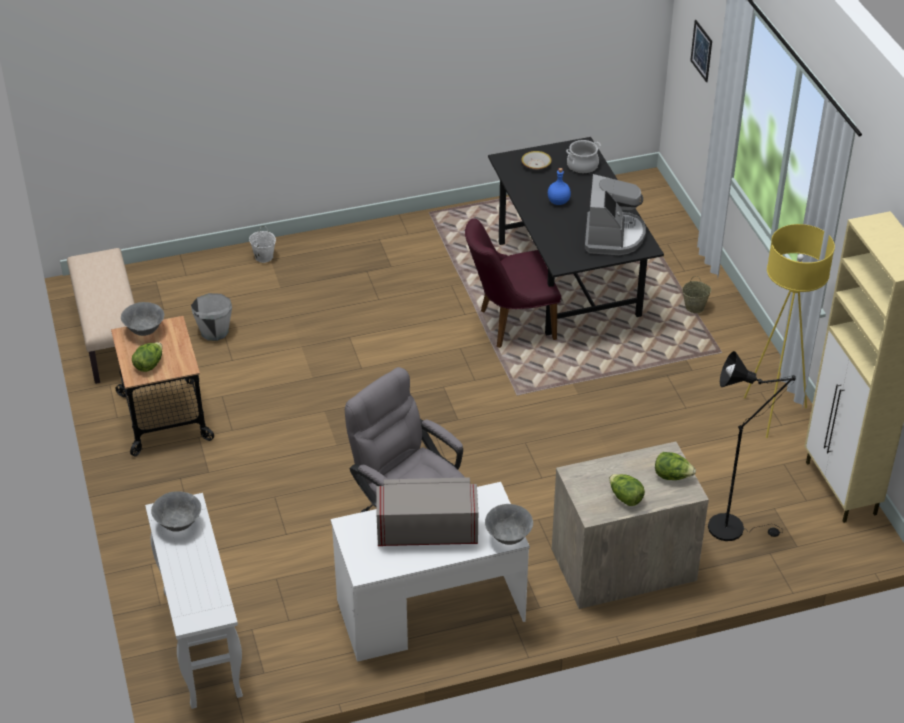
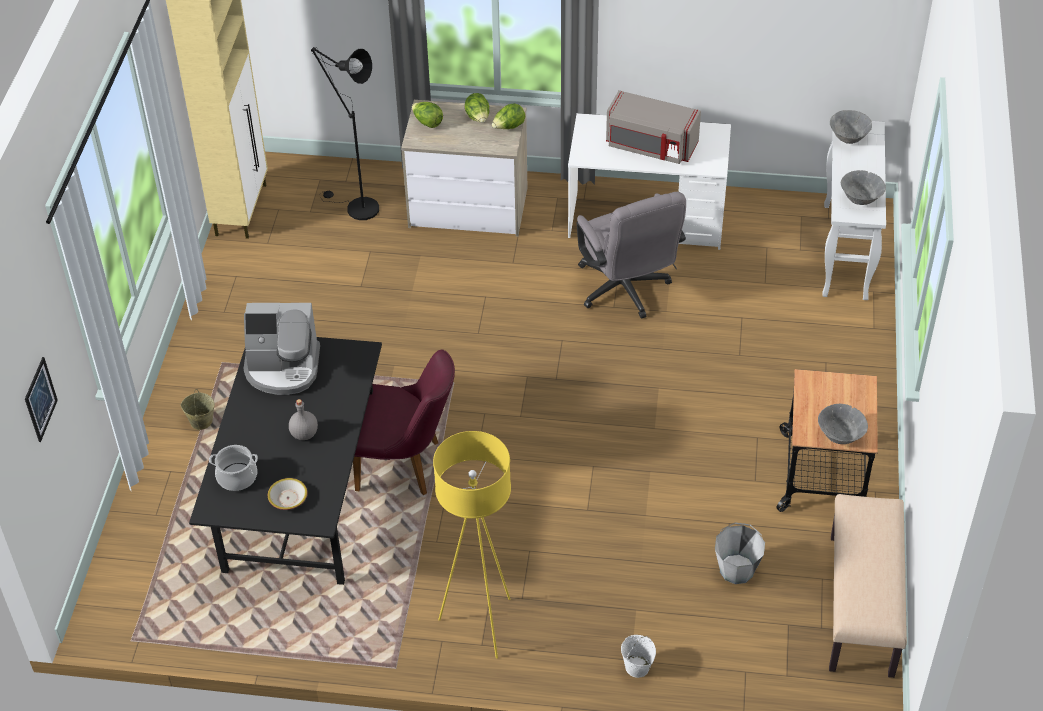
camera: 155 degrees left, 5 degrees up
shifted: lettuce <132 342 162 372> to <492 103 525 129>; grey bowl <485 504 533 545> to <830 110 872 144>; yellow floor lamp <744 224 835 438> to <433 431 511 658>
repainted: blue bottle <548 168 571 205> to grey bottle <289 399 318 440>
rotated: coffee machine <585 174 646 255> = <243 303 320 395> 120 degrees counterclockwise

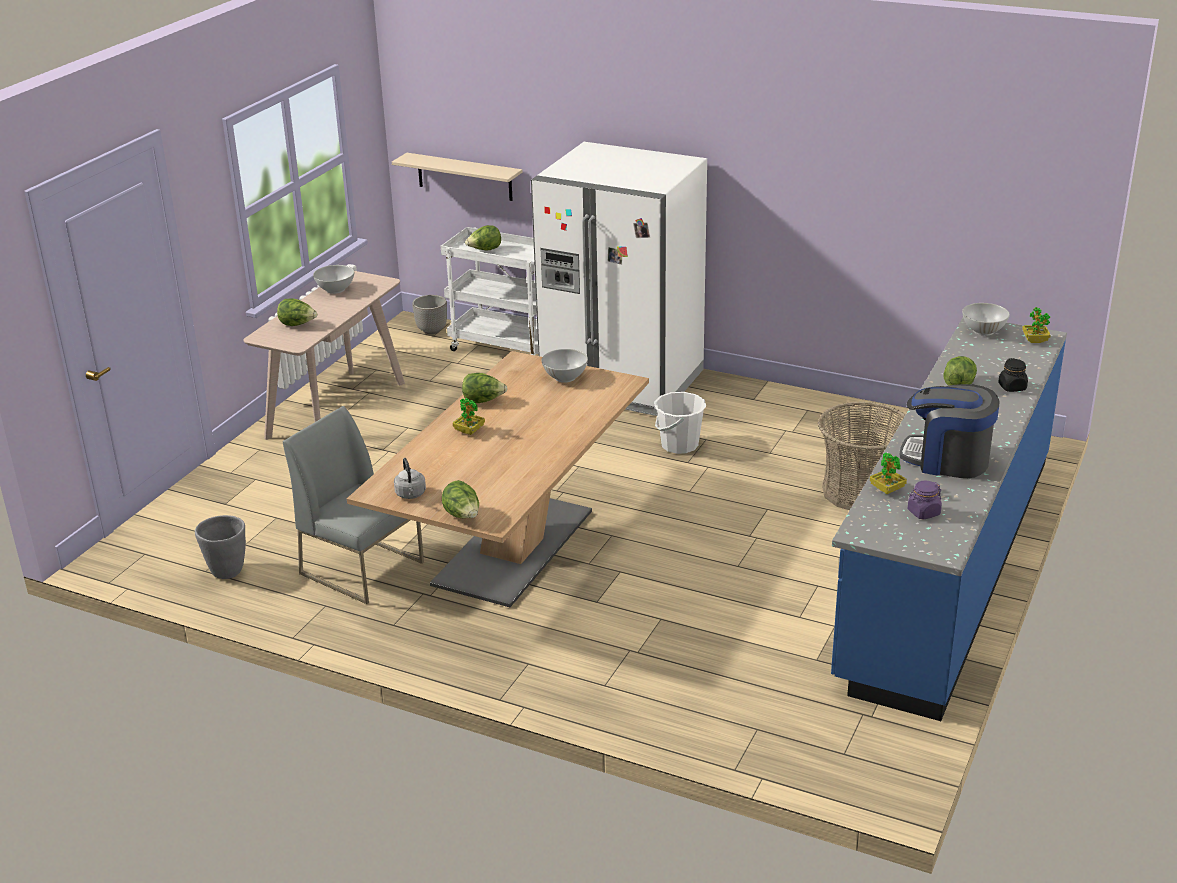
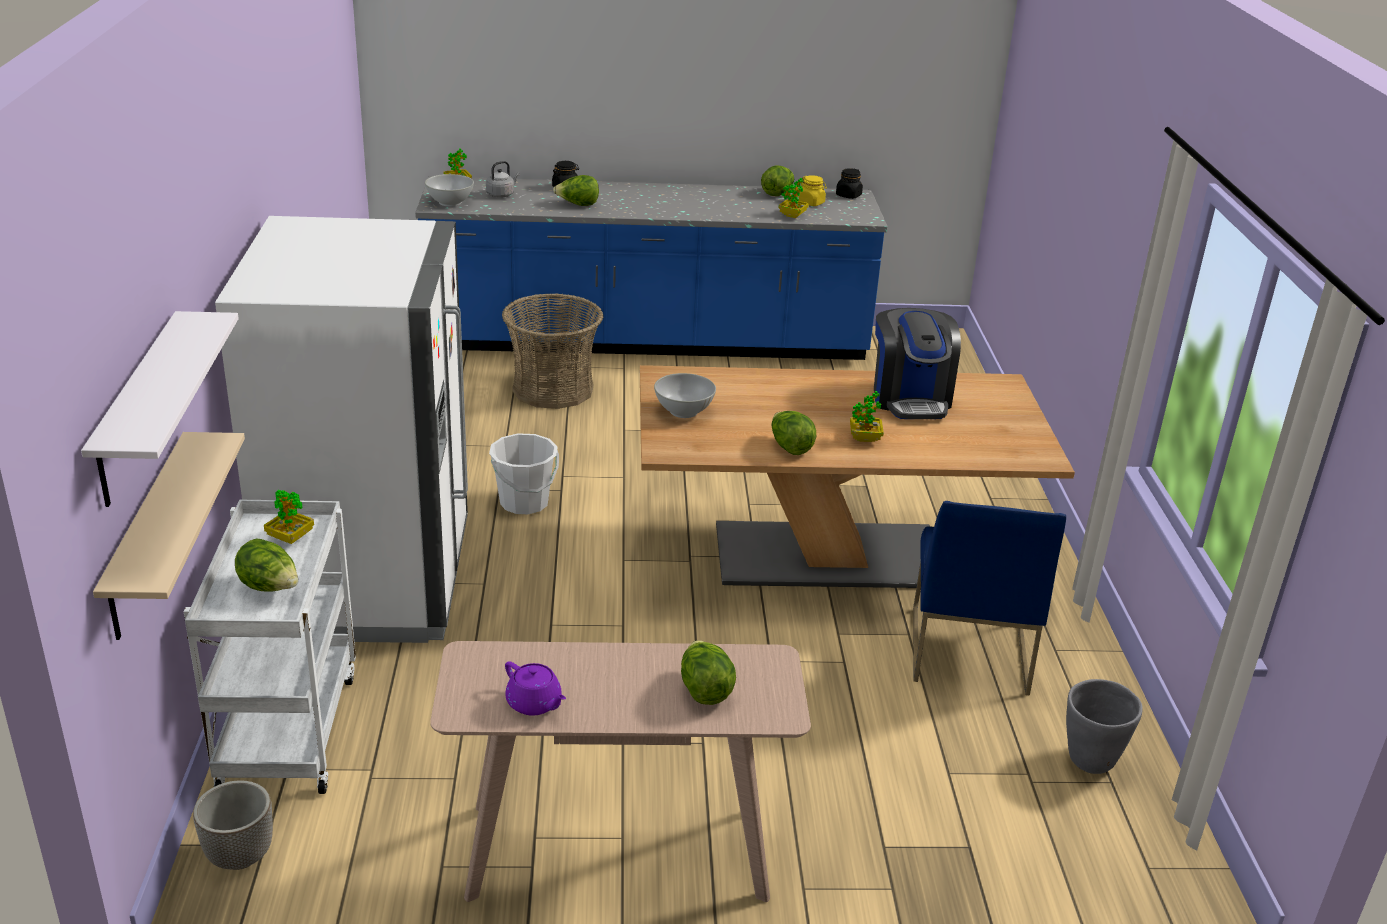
camera: 120 degrees left, 0 degrees up
new: white shelf <81 311 239 507>; potted plant <264 490 314 544>; black jar <836 168 863 199>
shifted: grey kettle <394 458 426 499> to <486 161 520 198>; lettuce <442 480 479 518> to <761 165 794 196>; coffee machine <900 384 1000 478> to <874 308 961 419>
swapped: white bowl <313 265 354 294> to purple teapot <505 661 566 716>
repainted: grey chair <283 406 424 604> to blue chair <913 501 1066 696>; purple jar <907 481 942 519> to yellow jar <798 175 827 206>

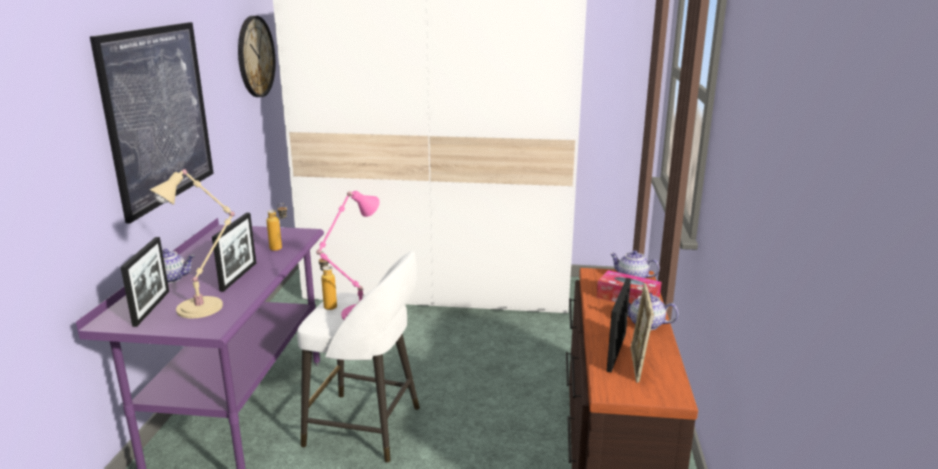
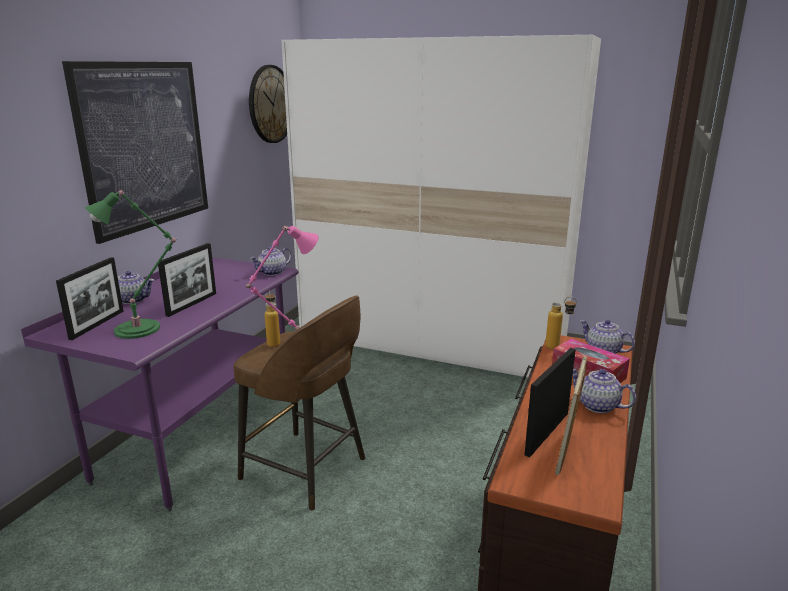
camera: 15 degrees right, 0 degrees up
new: teapot <250 246 292 276>
shifted: bottle <266 203 287 251> to <545 297 577 349>
repainted: beige table lamp <149 168 235 318> to green table lamp <85 190 176 339>; white stool <297 251 420 463> to brown stool <234 296 365 511>

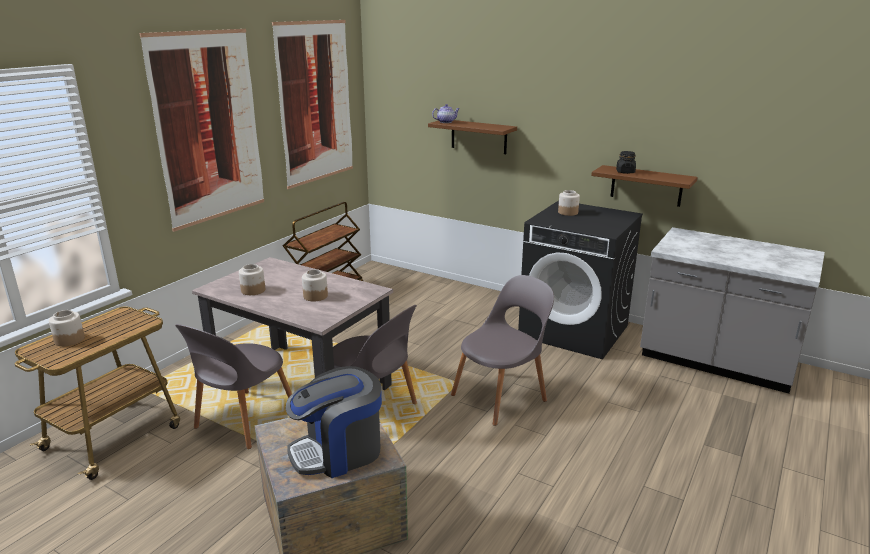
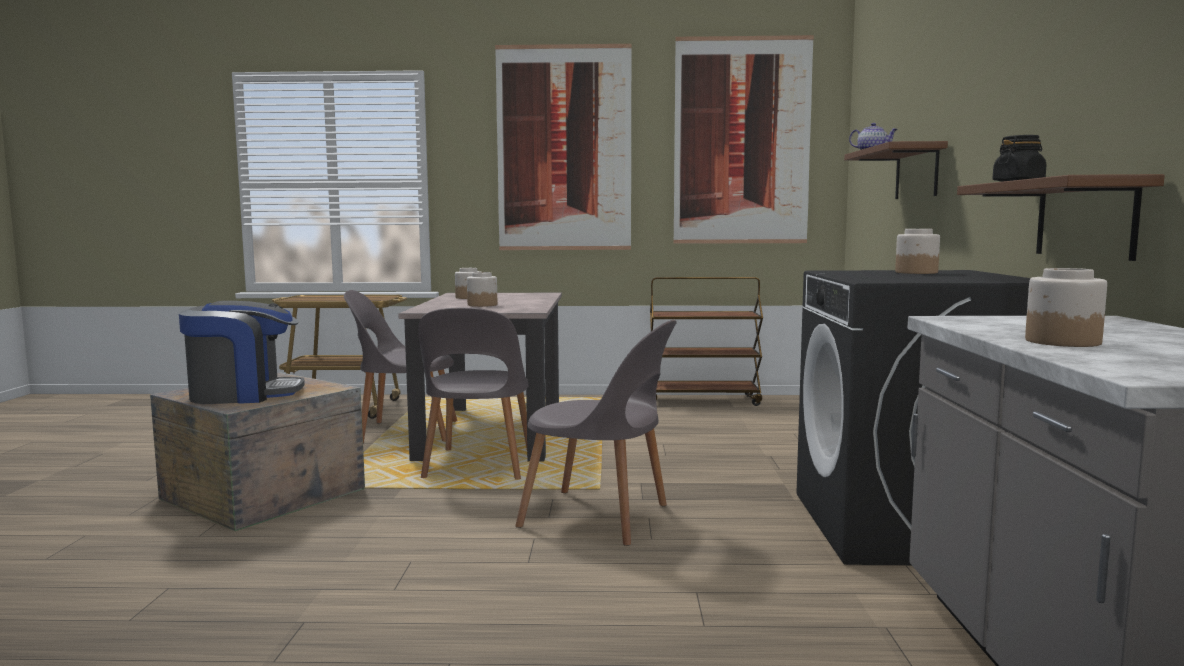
camera: 60 degrees right, 15 degrees down
shifted: jar <49 310 85 347> to <1025 268 1107 347>
rotated: coffee machine <286 366 382 478> = <179 301 305 404> 135 degrees clockwise

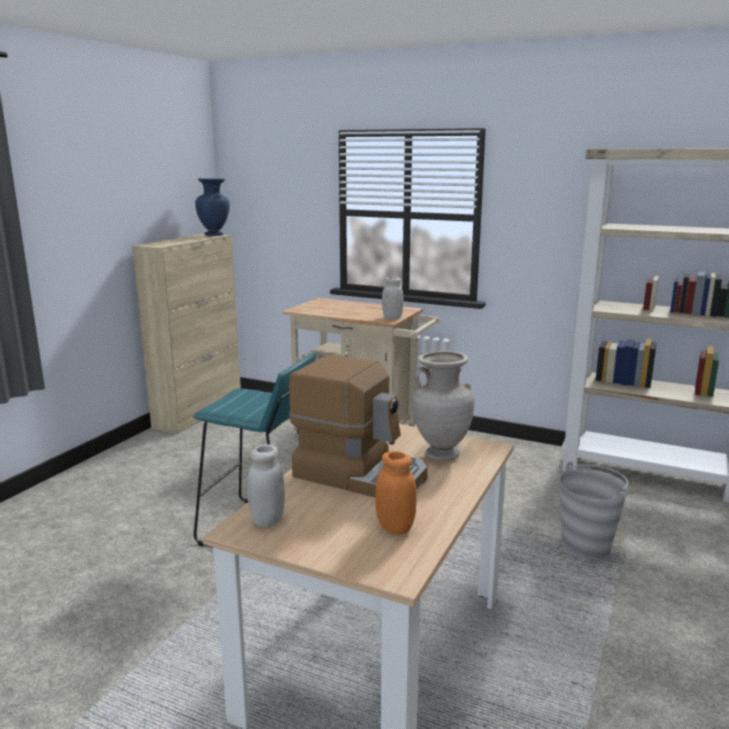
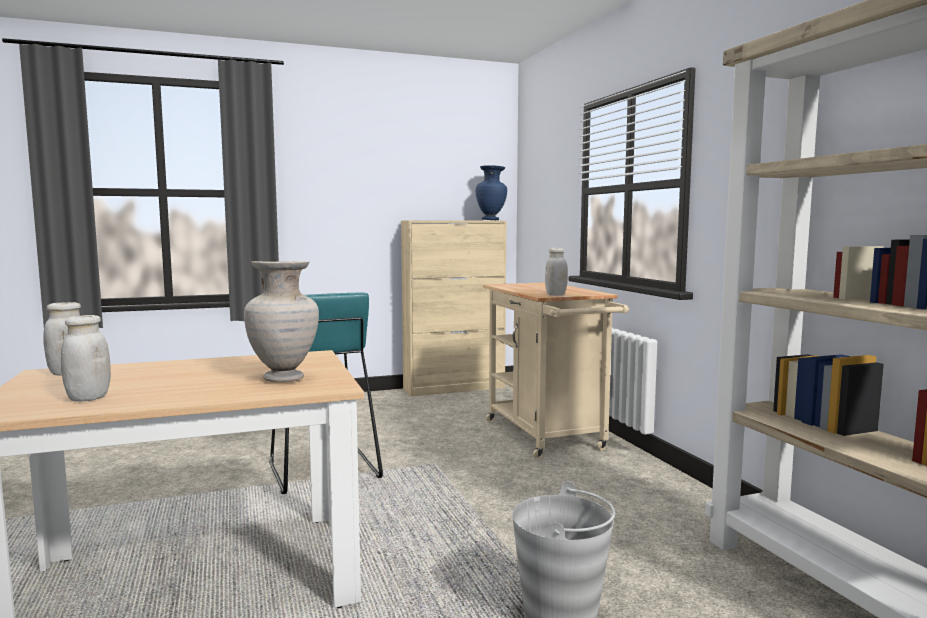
camera: 45 degrees right, 10 degrees down
gone: coffee machine <289 355 428 497>
repainted: orange jar <375 451 417 535> to white jar <61 315 111 402>

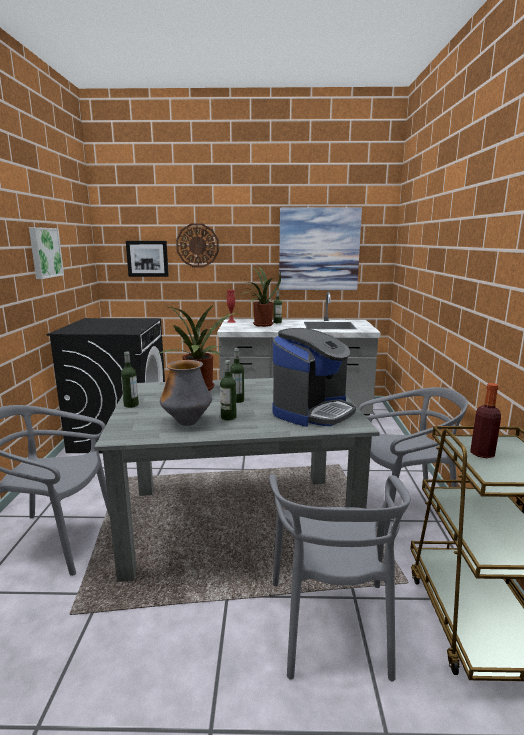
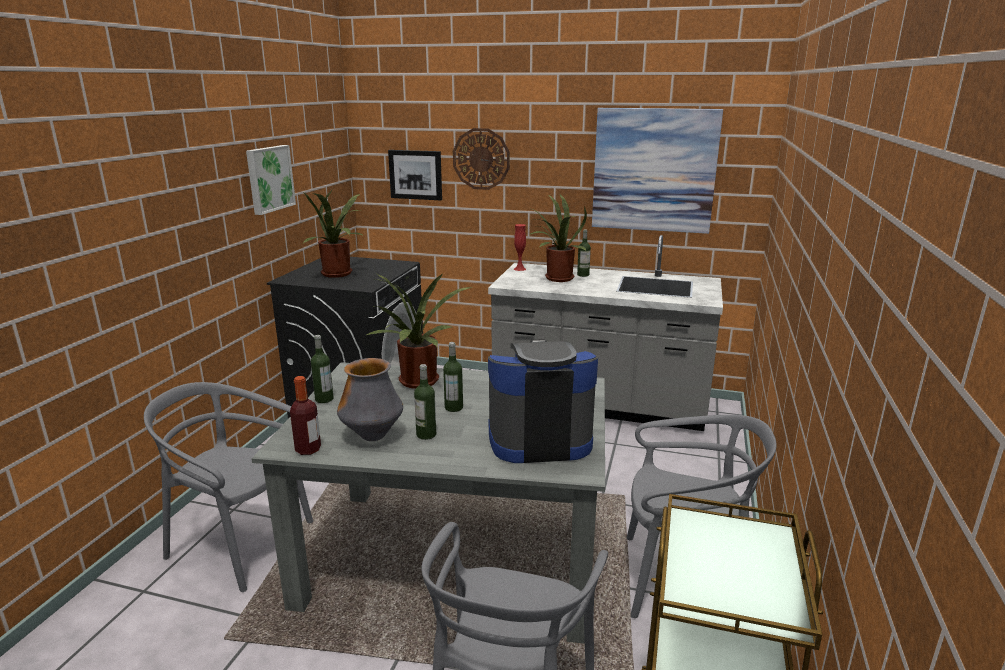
camera: 15 degrees right, 5 degrees up
new: potted plant <303 189 364 278>
shifted: bottle <470 383 501 458> to <290 376 321 455>
rotated: coffee machine <273 328 356 427> = <488 339 598 463> 150 degrees counterclockwise

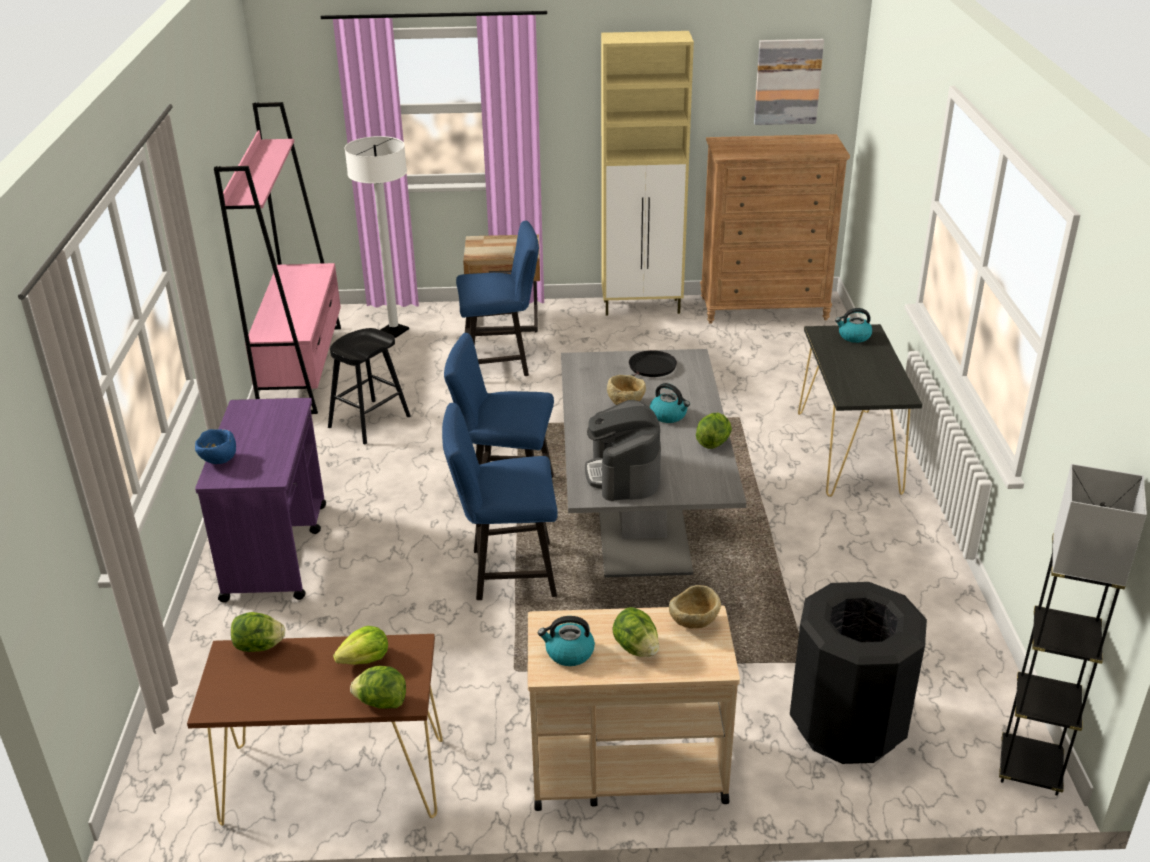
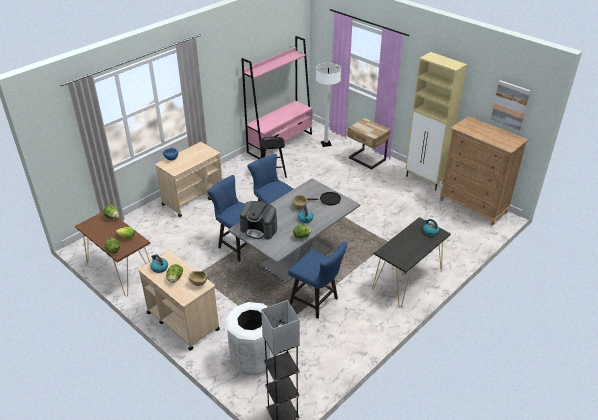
camera: 45 degrees right, 5 degrees up
shifted: blue chair <456 221 539 376> to <288 242 348 319>
repainted: purple cart <195 398 326 602> to beige cart <155 142 222 217>; black trash can <790 582 927 764> to white trash can <226 302 278 376>
rotated: coffee machine <585 400 661 501> = <239 201 277 239> 105 degrees counterclockwise

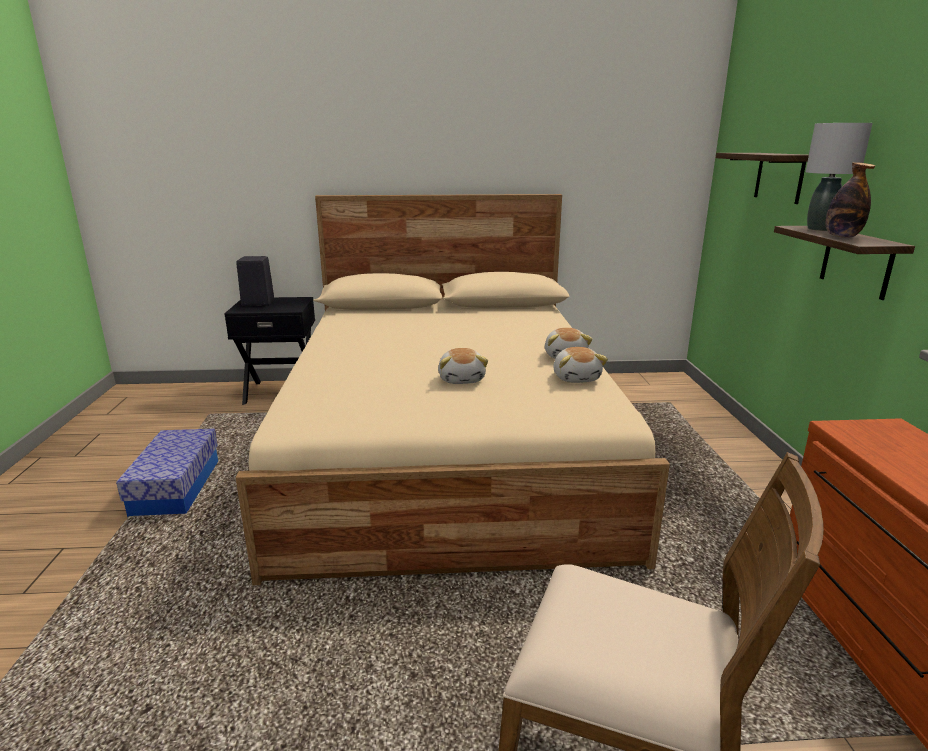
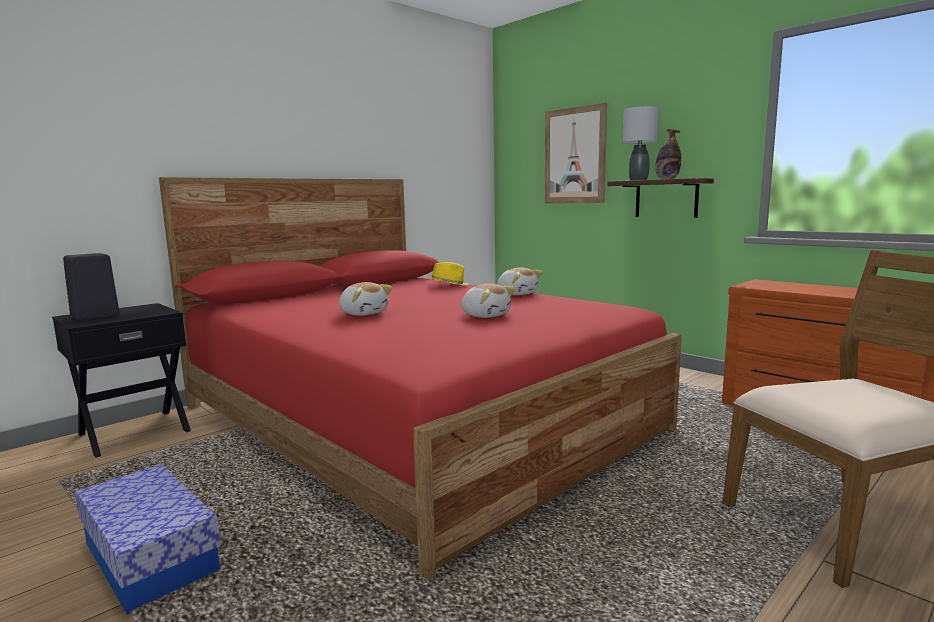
camera: 40 degrees left, 10 degrees down
new: yellow hat <428 262 468 285>
shifted: plush toy <553 347 608 383> to <339 282 393 316>
swapped: shelf <716 153 809 204> to picture <545 102 607 204>
repainted: beige bed <236 194 670 585> to red bed <159 177 682 580>

